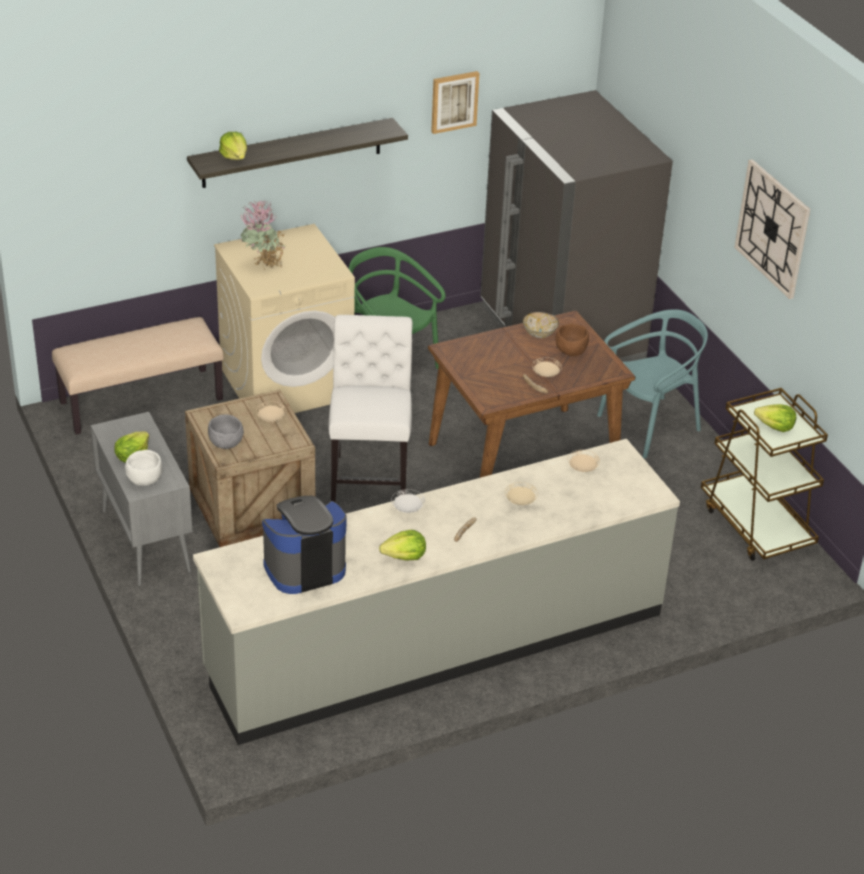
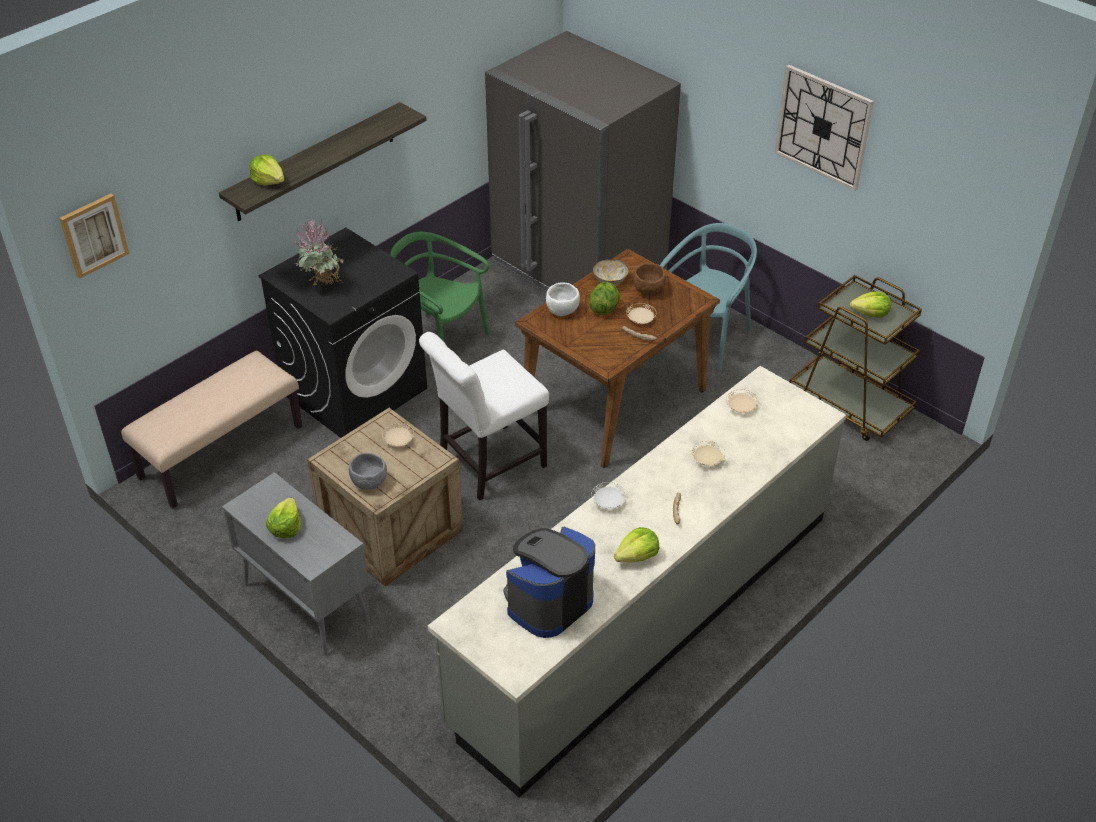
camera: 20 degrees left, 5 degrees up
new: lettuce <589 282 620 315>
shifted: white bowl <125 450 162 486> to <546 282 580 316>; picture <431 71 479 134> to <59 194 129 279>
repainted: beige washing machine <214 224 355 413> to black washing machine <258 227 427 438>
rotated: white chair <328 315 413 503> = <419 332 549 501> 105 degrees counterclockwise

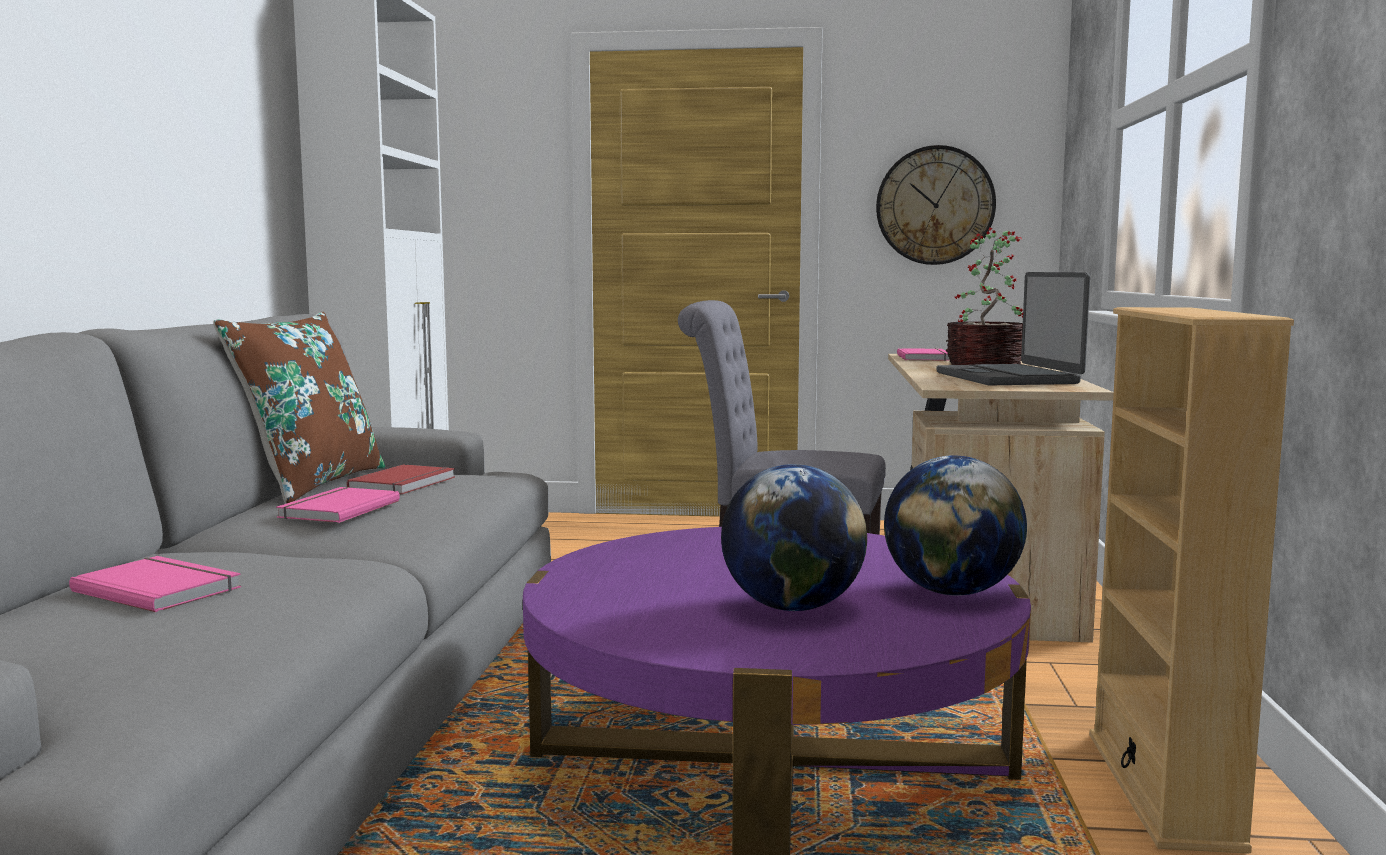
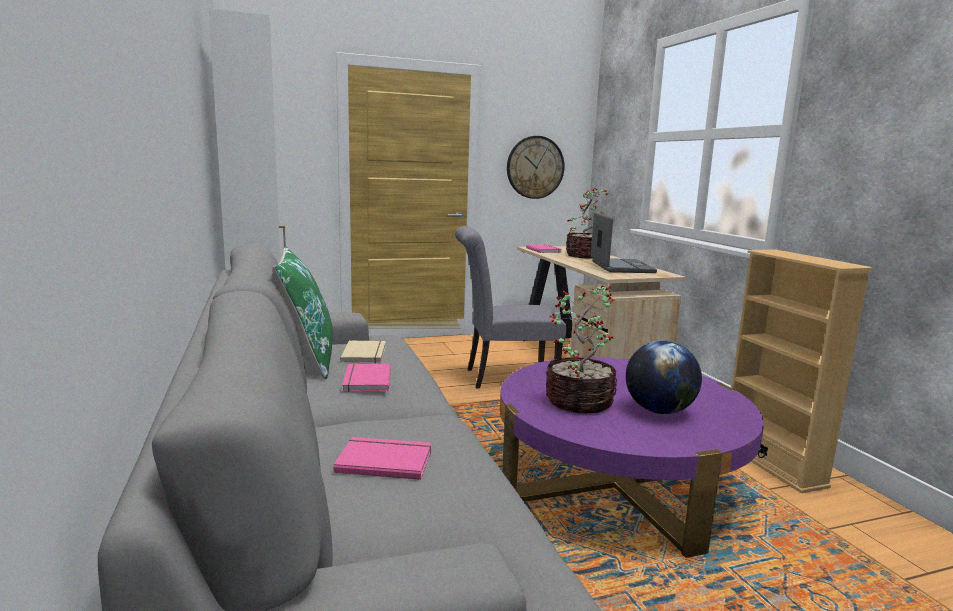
camera: 25 degrees left, 5 degrees up
gone: globe <884 456 1027 596>
new: potted plant <546 286 617 414>
repainted: brown pillow <213 312 385 504> to green pillow <272 247 333 379>; red book <347 464 455 494> to beige book <340 341 386 364>
rotated: laptop <936 272 1090 386> = <591 212 657 273> 150 degrees counterclockwise

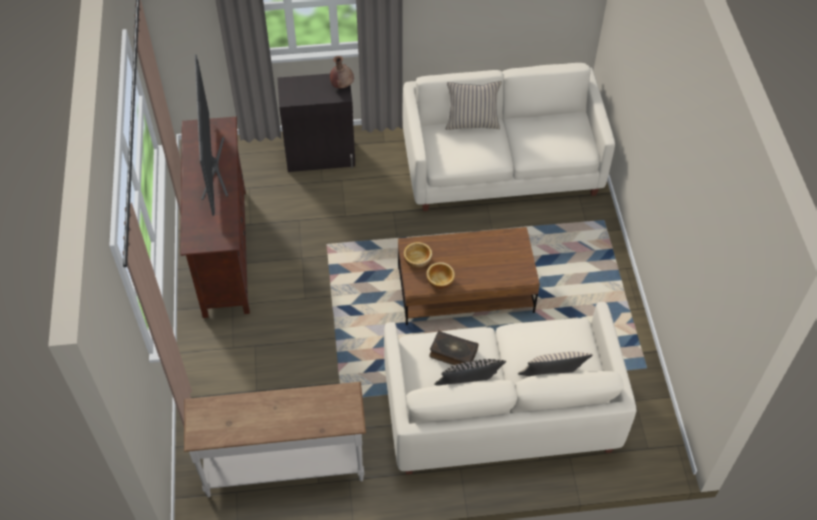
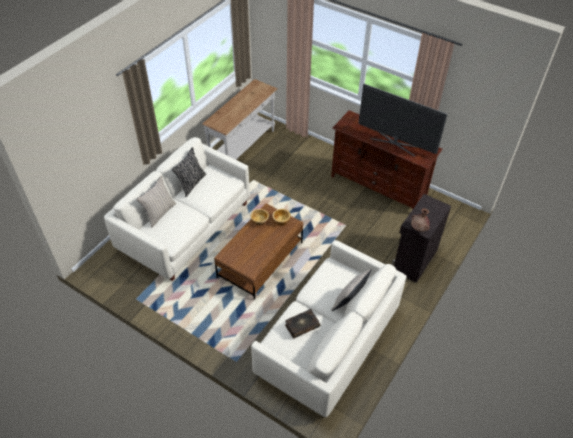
camera: 130 degrees right, 5 degrees down
shifted: book <429 330 479 365> to <285 309 320 339>

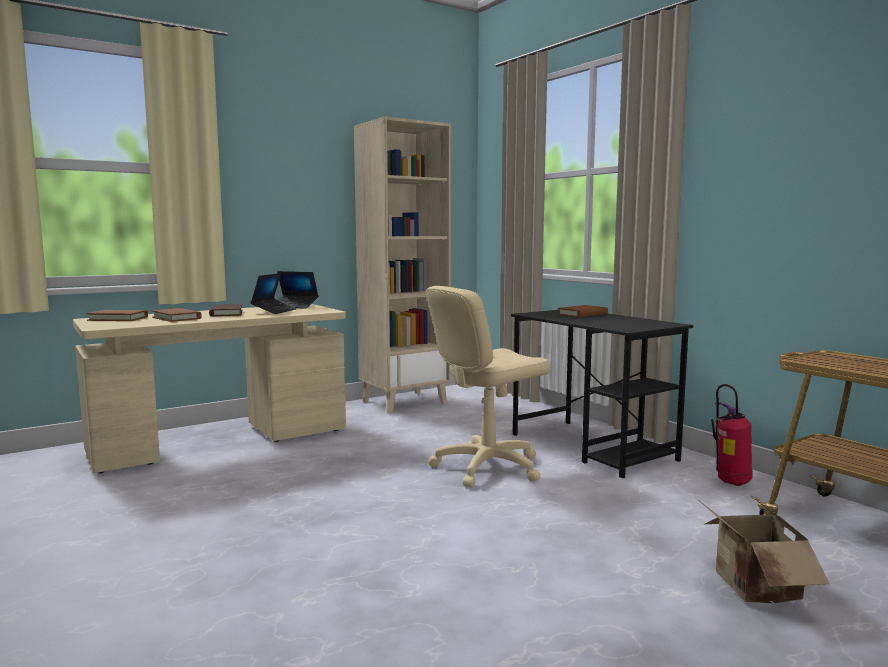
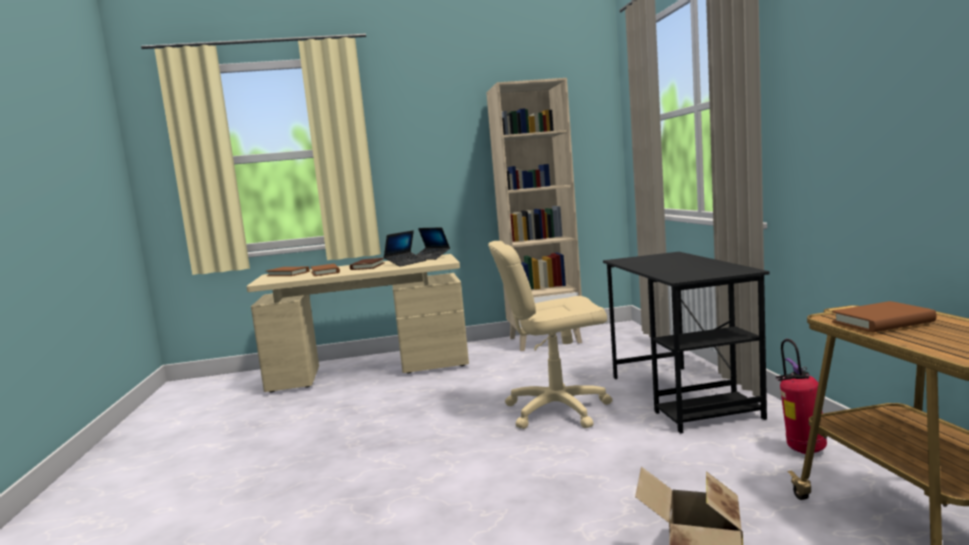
camera: 25 degrees right, 0 degrees up
shifted: brown book <557 305 608 317> to <832 301 937 332>

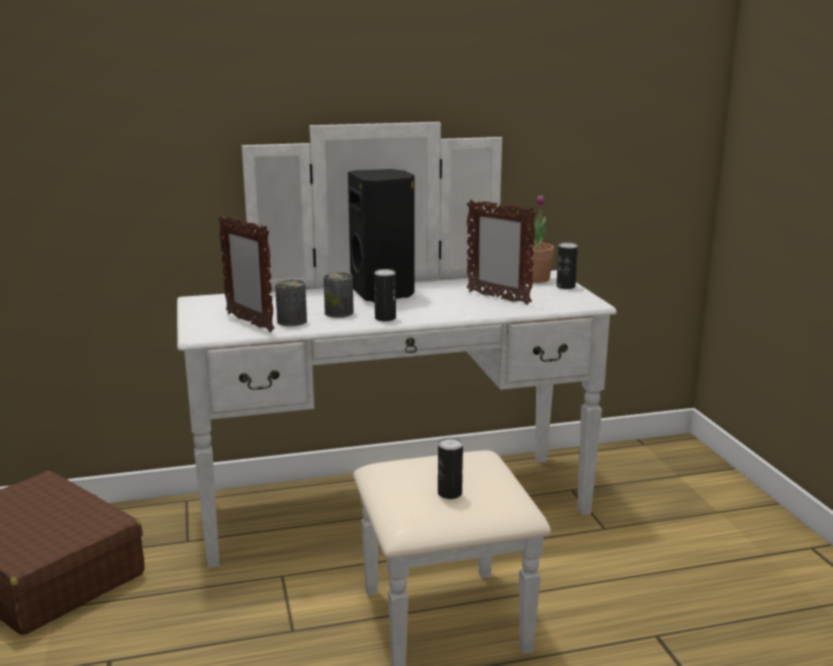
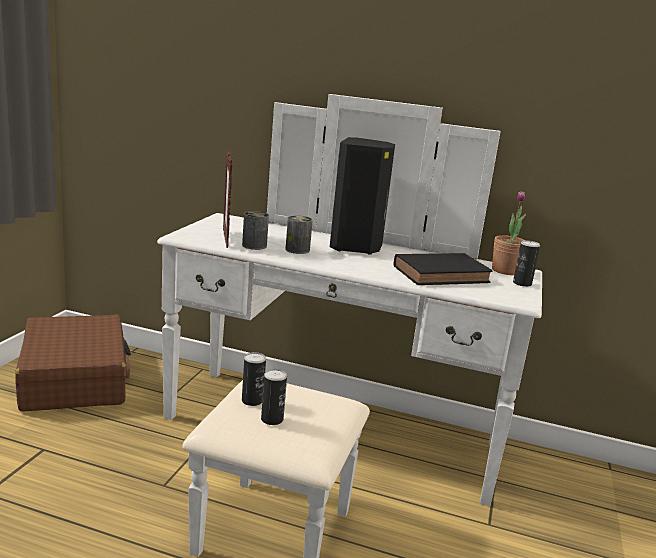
camera: 30 degrees right, 0 degrees up
shifted: can <374 269 396 322> to <242 352 266 406>
swapped: picture frame <467 200 536 305> to black book <394 253 492 285>

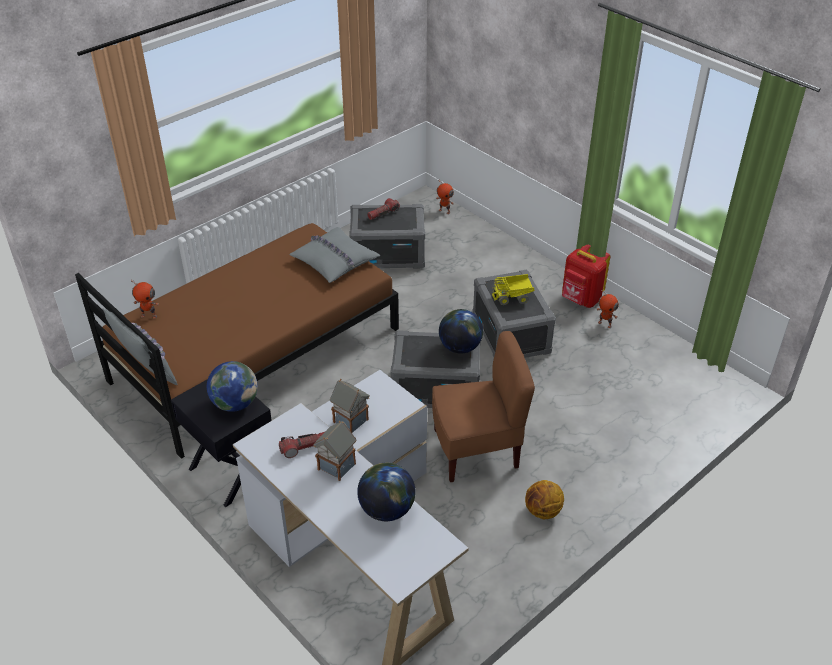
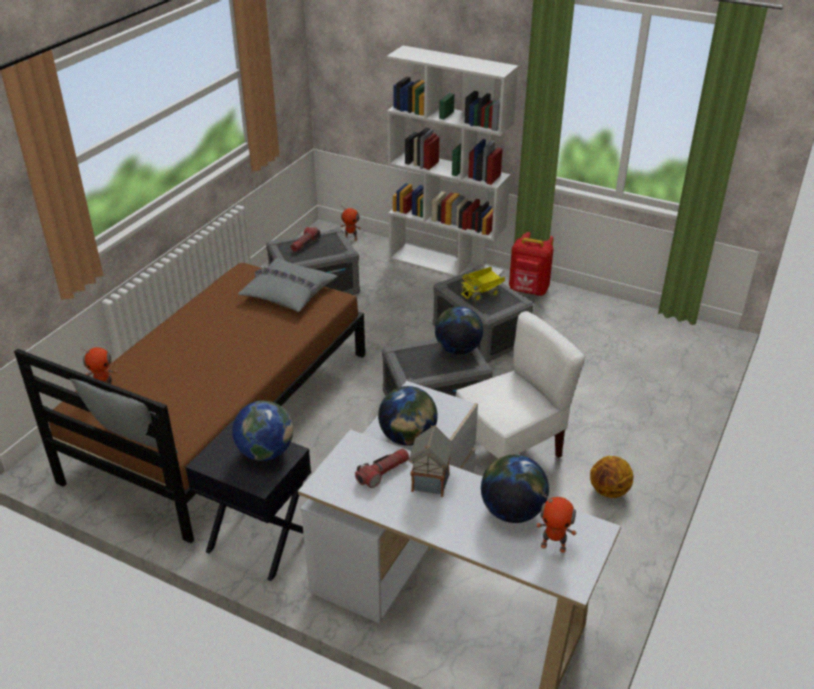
camera: 20 degrees left, 5 degrees down
new: white bookcase <386 46 518 277>
shifted: toy robot <597 289 619 328> to <536 493 577 553>
swapped: toy house <330 379 370 433> to globe <378 386 438 446>
repainted: brown chair <432 331 535 482> to white chair <456 311 585 458>

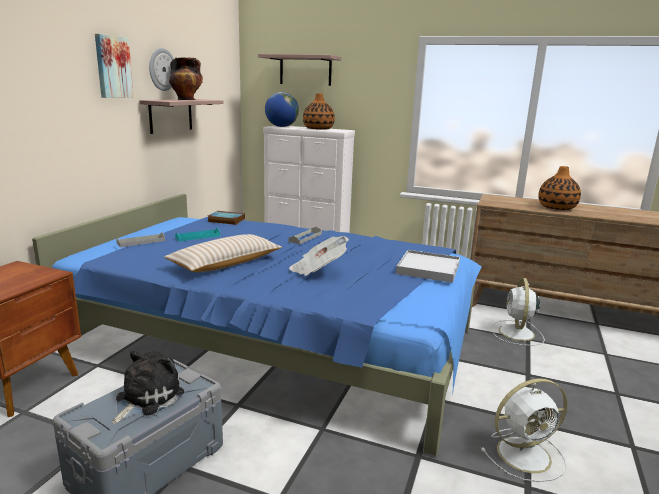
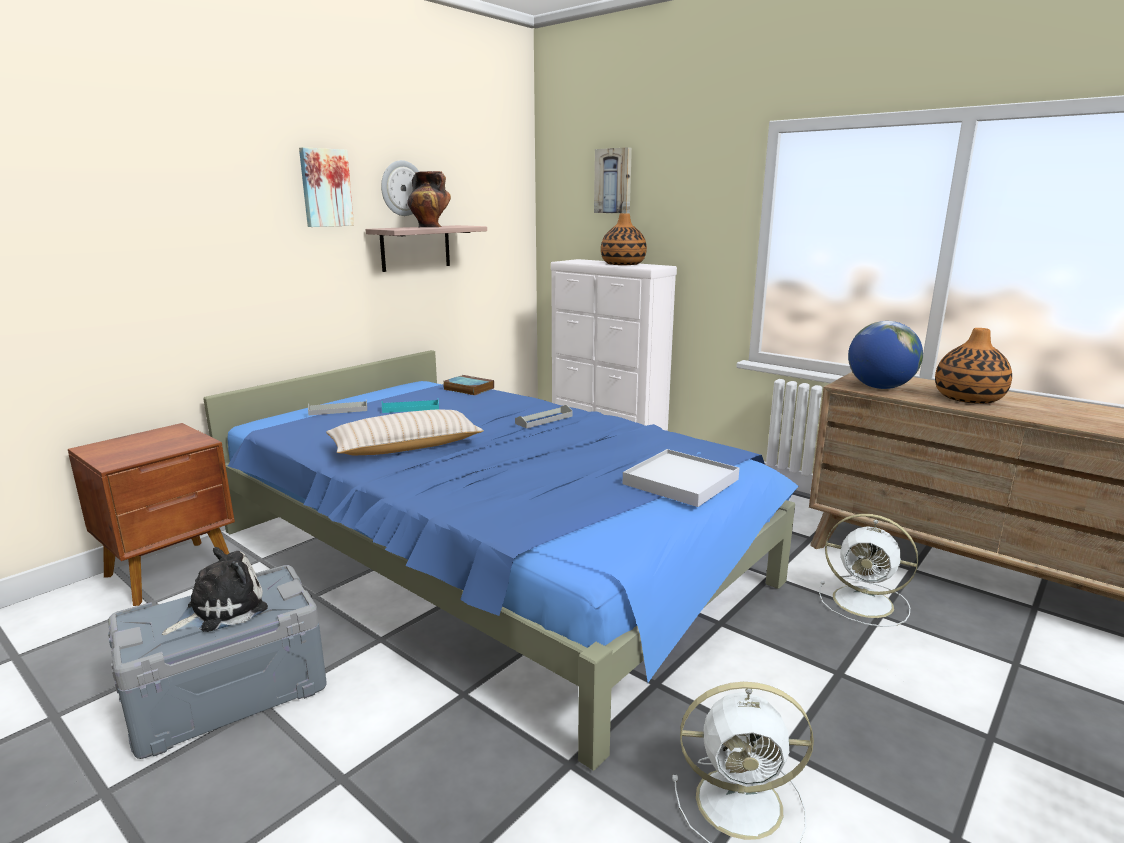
camera: 20 degrees right, 0 degrees up
gone: newspaper <289 236 349 276>
shifted: globe <265 92 299 127> to <848 321 923 389>
swapped: shelf <258 54 342 86> to picture <594 147 632 213>
rotated: white fan <491 278 545 346> = <819 514 918 627> 90 degrees counterclockwise

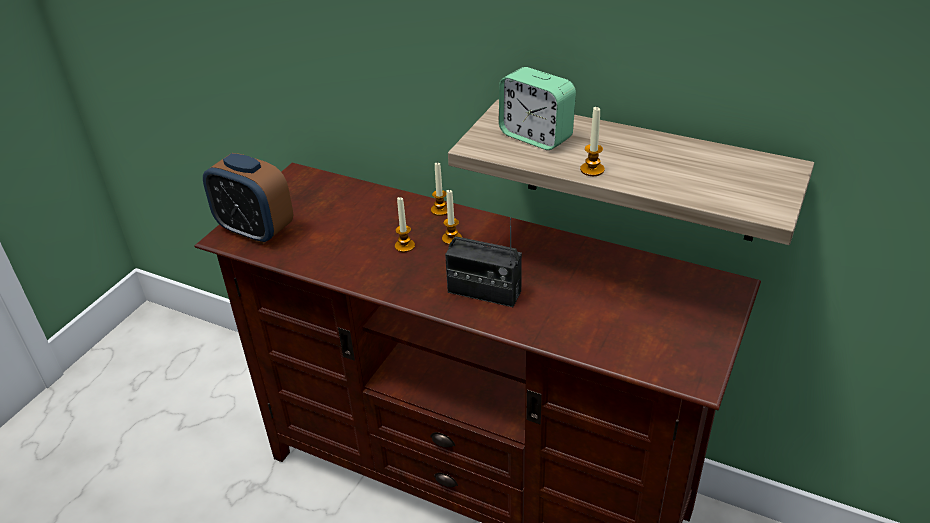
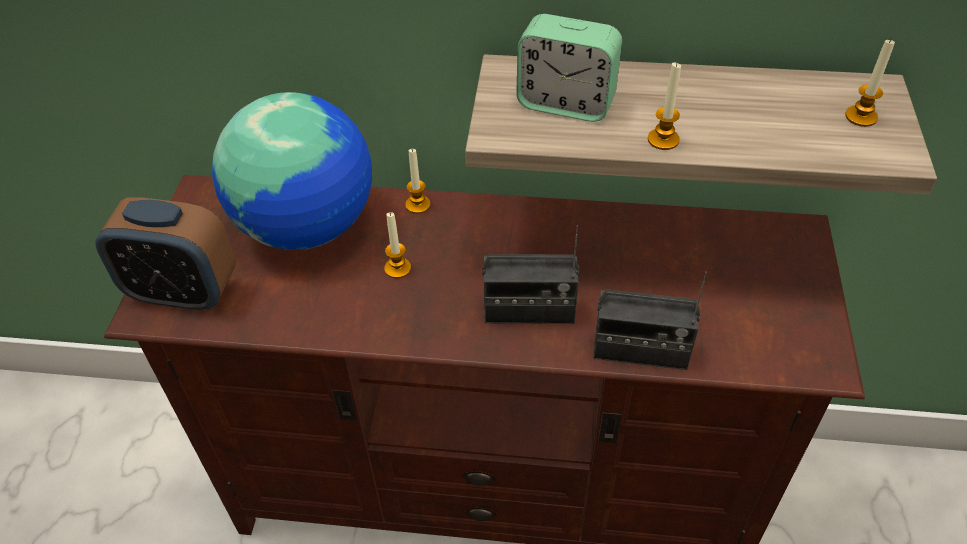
camera: 20 degrees left, 10 degrees up
new: globe <212 92 372 250>; radio <593 271 707 370>
shifted: candle <442 190 462 245> to <845 39 895 127>

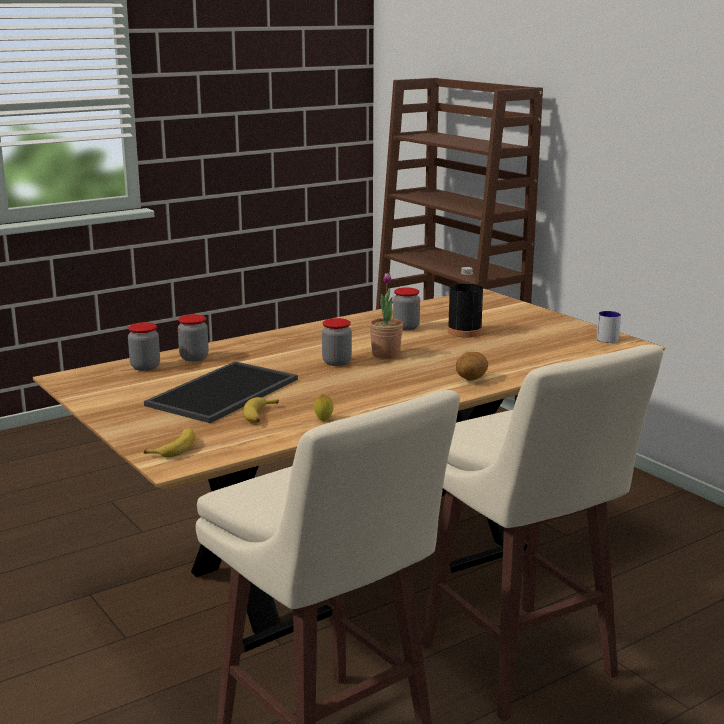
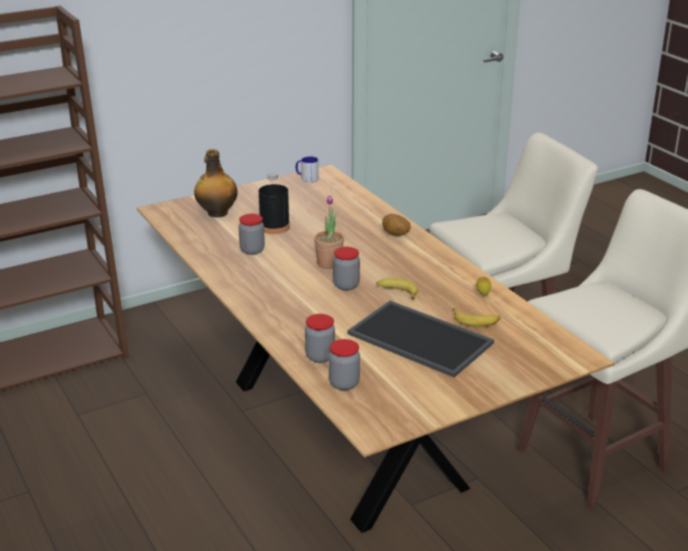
camera: 85 degrees left, 10 degrees up
new: bottle <194 149 238 217>
shifted: banana <144 428 196 457> to <377 278 418 300>

